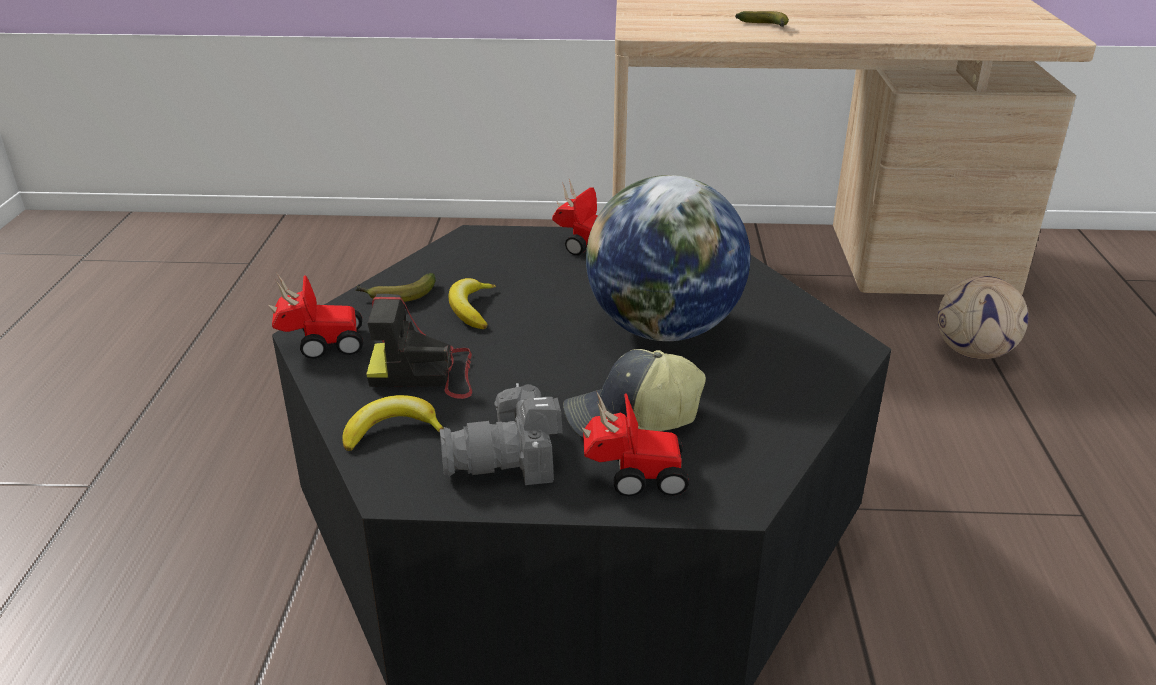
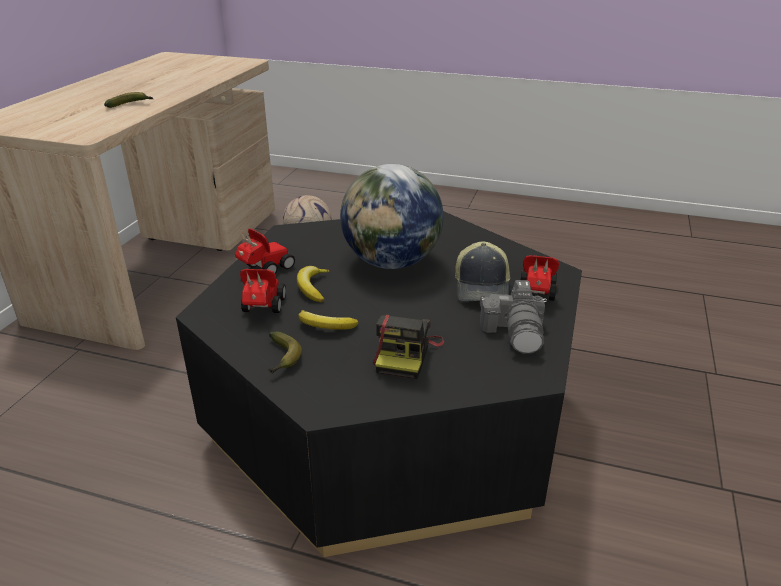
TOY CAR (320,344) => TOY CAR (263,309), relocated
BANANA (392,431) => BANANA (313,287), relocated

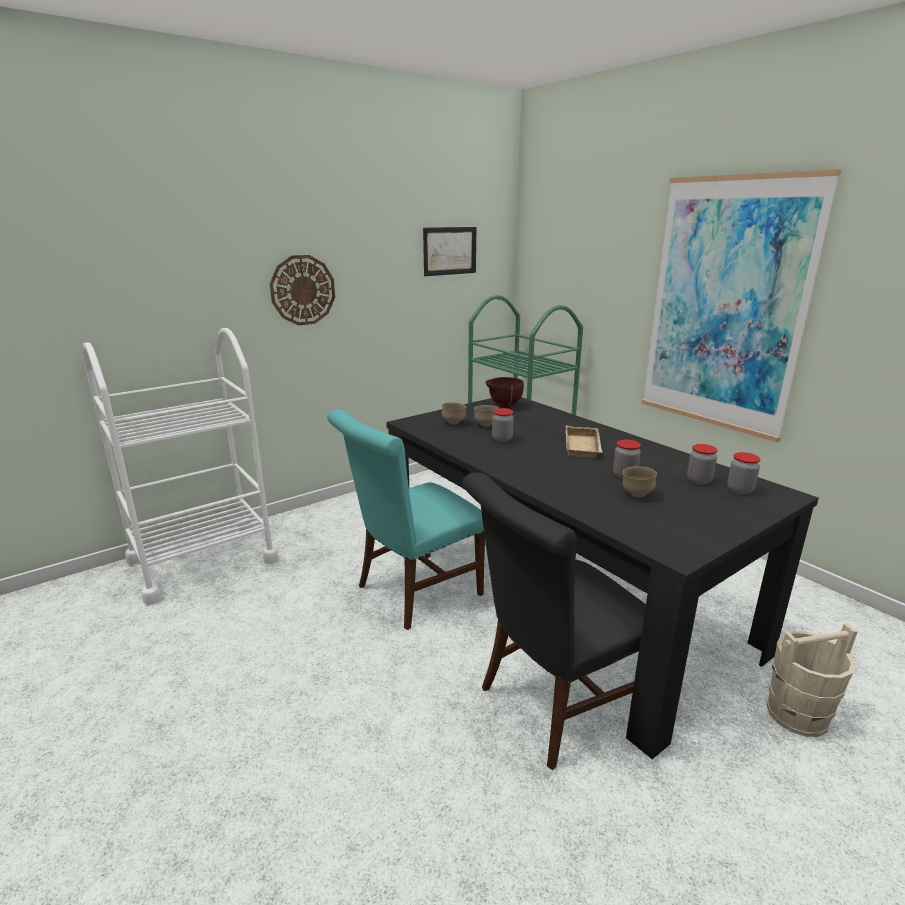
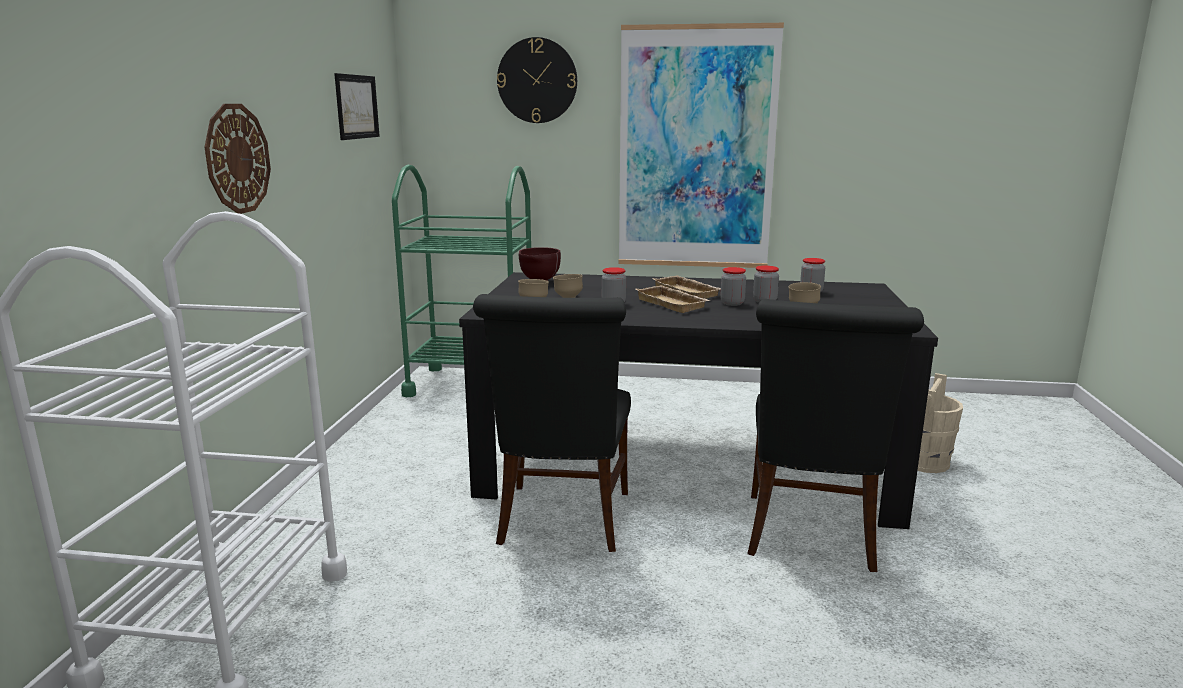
TURQUOISE CHAIR (413,592) => BLACK CHAIR (563,522)
JAR (740,490) => JAR (732,303), relocated
nothing => WALL CLOCK (537,80)
nothing => BEIGE TRAY (673,304)

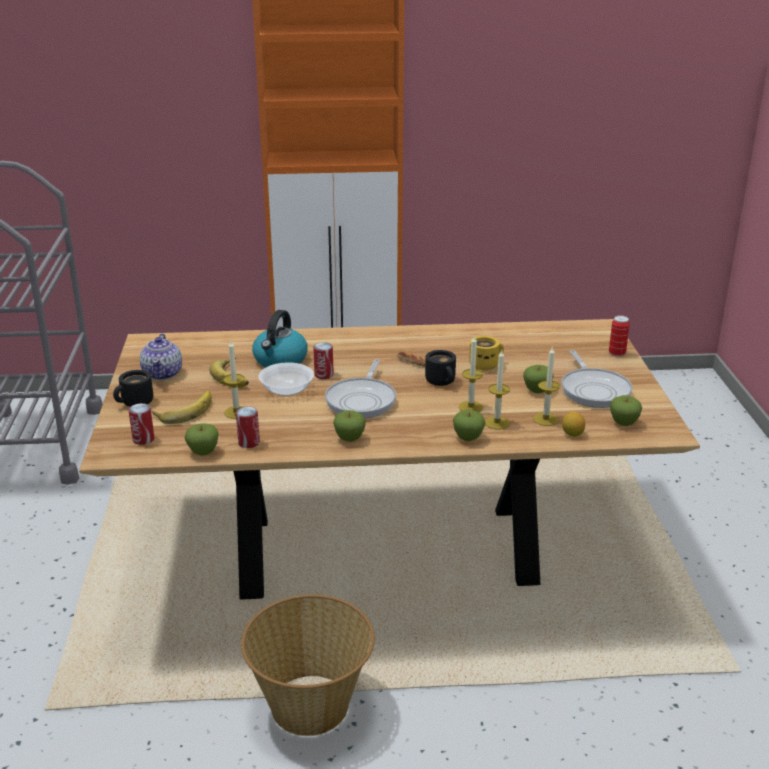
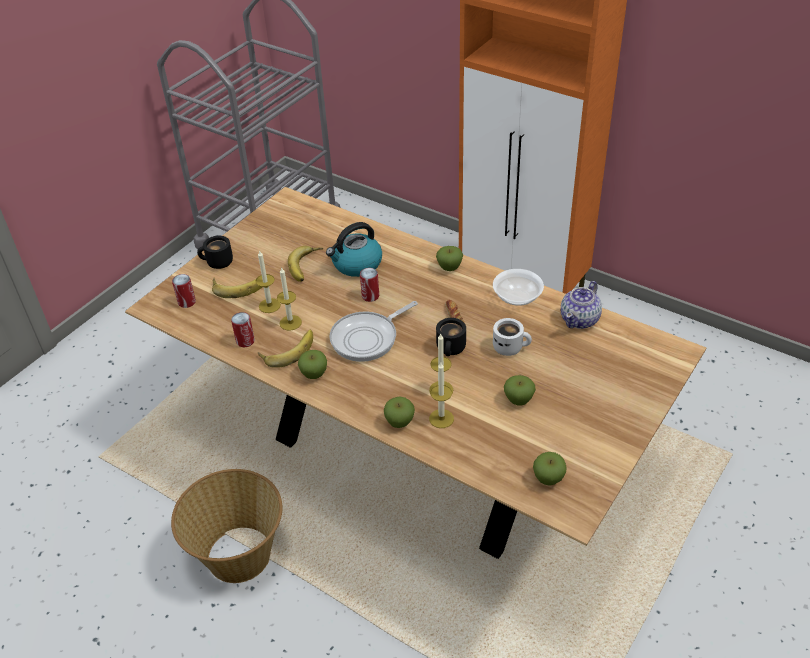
TEAPOT (163,373) => TEAPOT (580,319), relocated
APPLE (203,452) => APPLE (449,268), relocated
BOWL (287,390) => BOWL (517,296), relocated
YELLOW MUG (485,364) => WHITE MUG (510,347)
CANDLE (545,419) => CANDLE (290,322), relocated
FRYING PAN (594,390) => nothing
LEMON (572,434) => nothing
CAN (617,353) => nothing
nothing => BANANA (287,350)

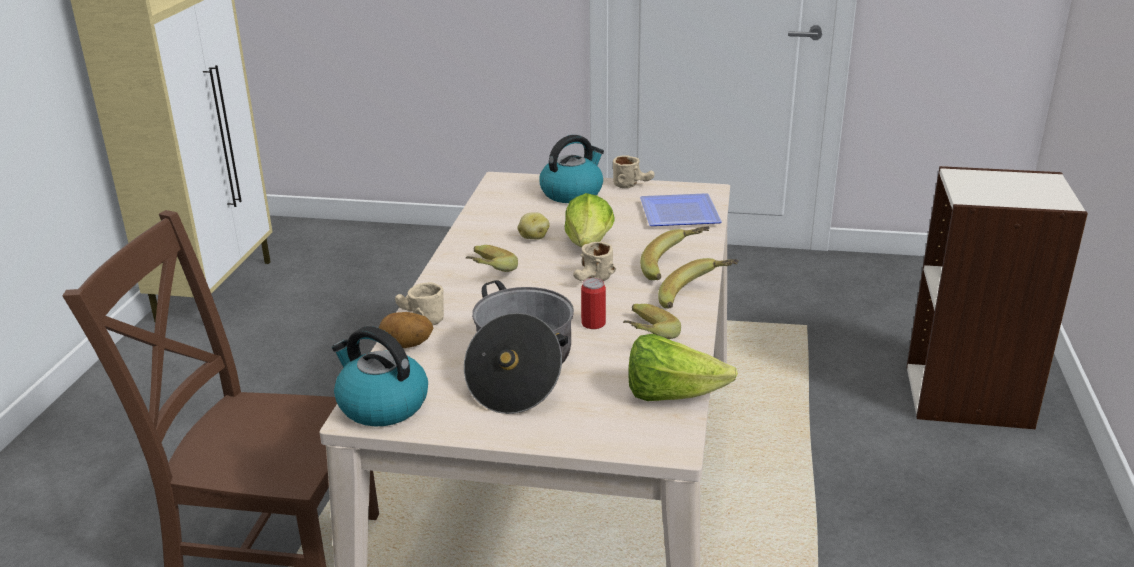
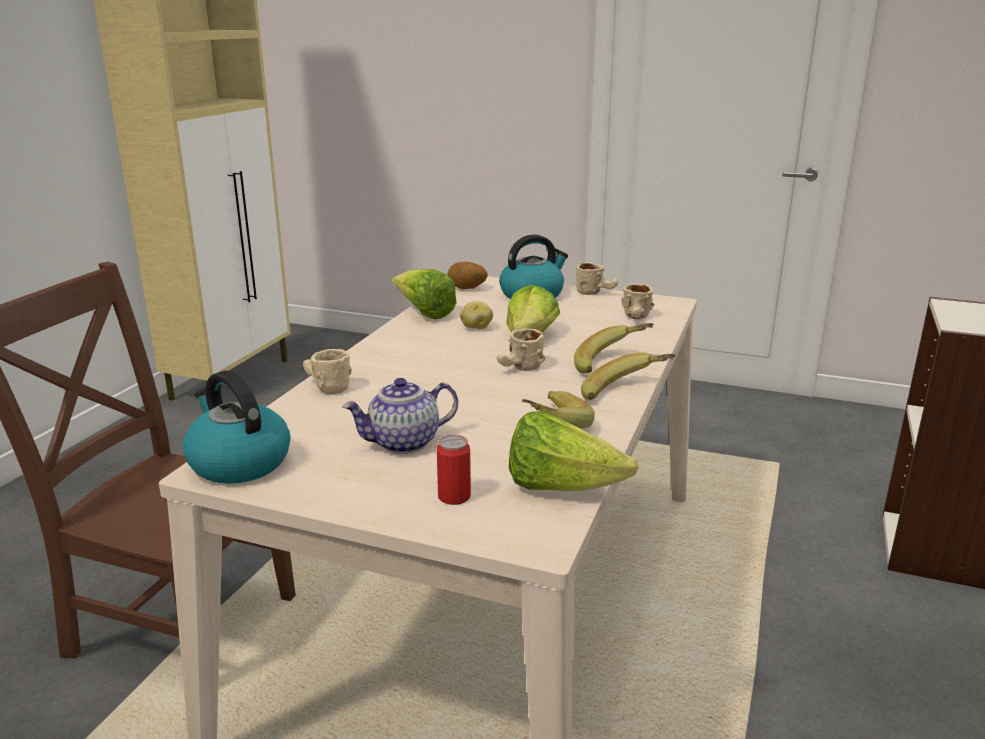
POTATO (407,346) => POTATO (467,288), relocated
COOKING POT (520,369) => TEAPOT (403,443)
BANANA (484,274) => nothing
CAN (593,323) => CAN (454,497), relocated
PLATE (681,213) => BEIGE MUG (637,318)
nothing => LETTUCE (424,313)

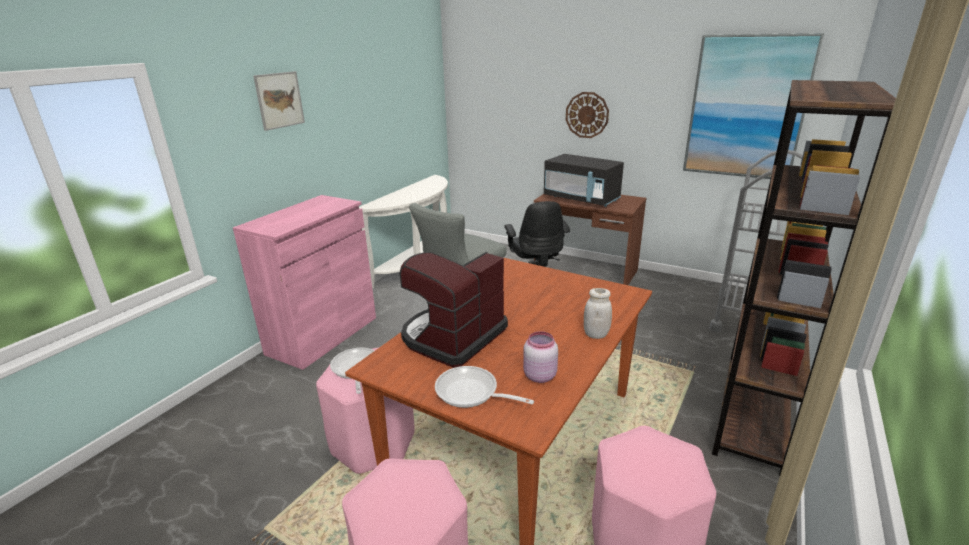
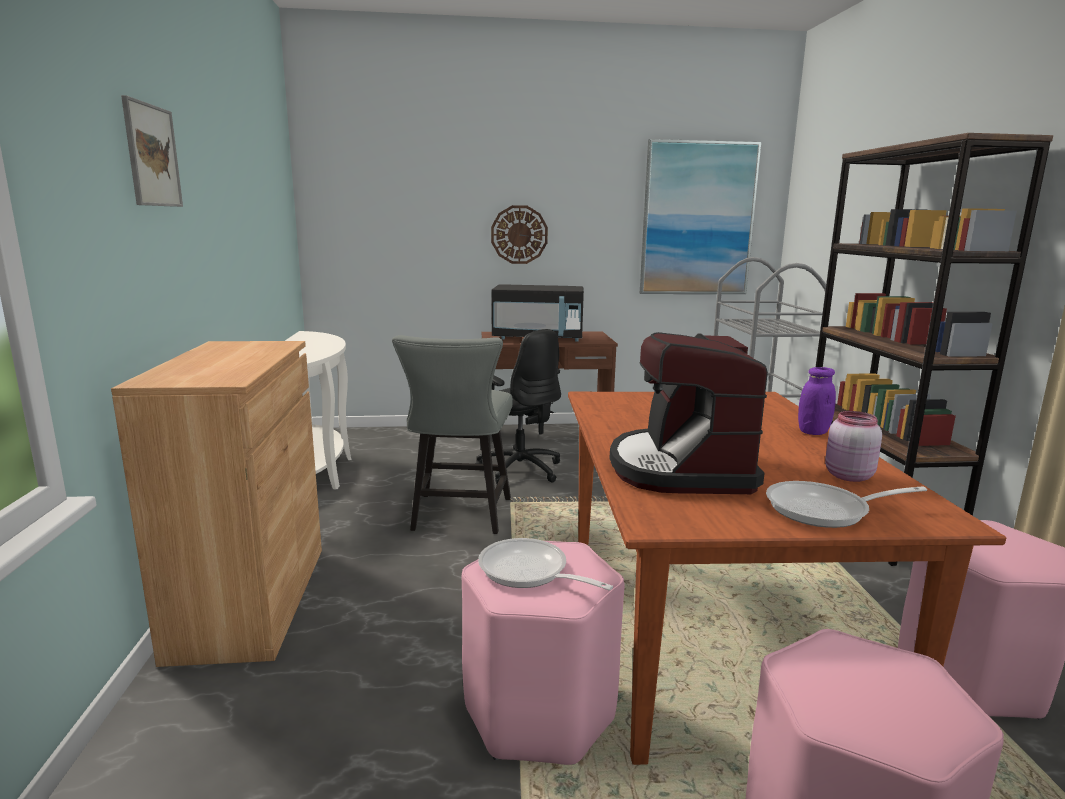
PINK CABINET (323,335) => BROWN CABINET (251,600)
WHITE JAR (596,334) => PURPLE JAR (813,432)

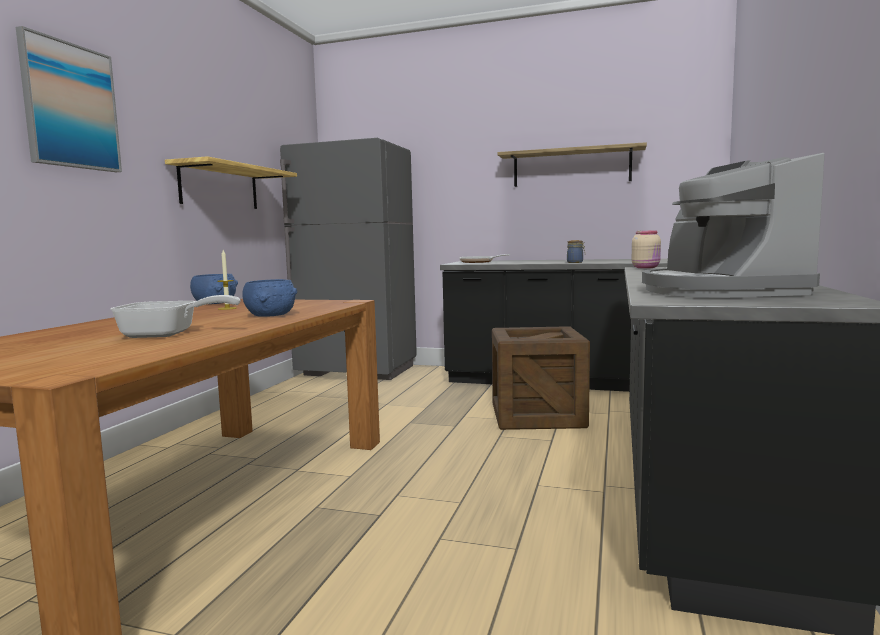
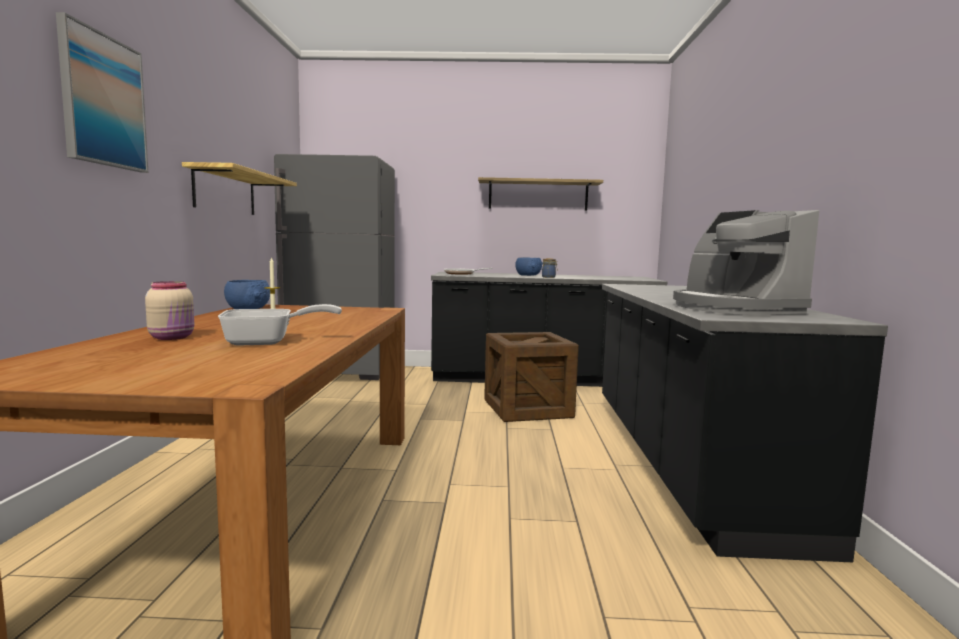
BLUE BOWL (271,315) => BLUE BOWL (528,275), relocated
BEIGE JAR (646,267) => BEIGE JAR (173,337), relocated

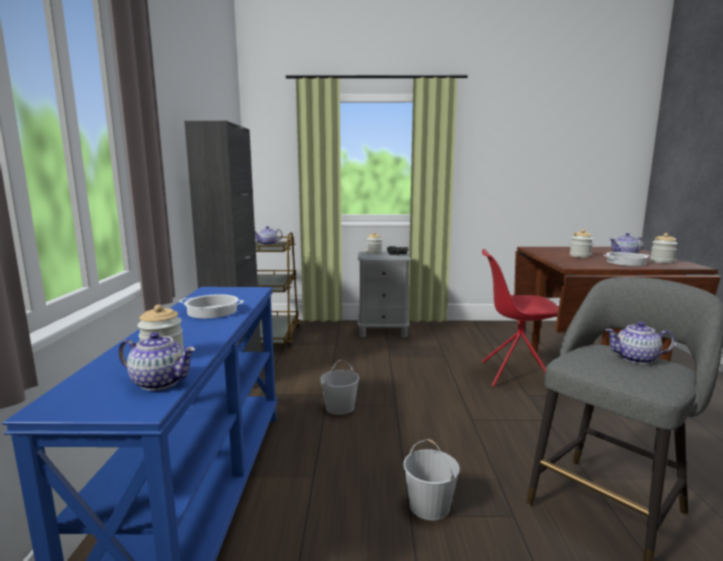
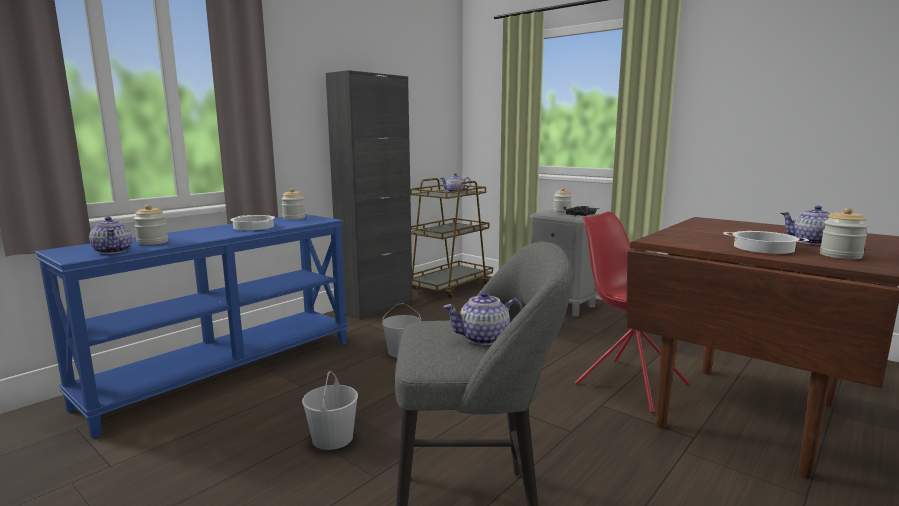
JAR (580,256) => JAR (294,218), relocated
TEAPOT (637,359) => TEAPOT (484,338), 60 degrees counterclockwise

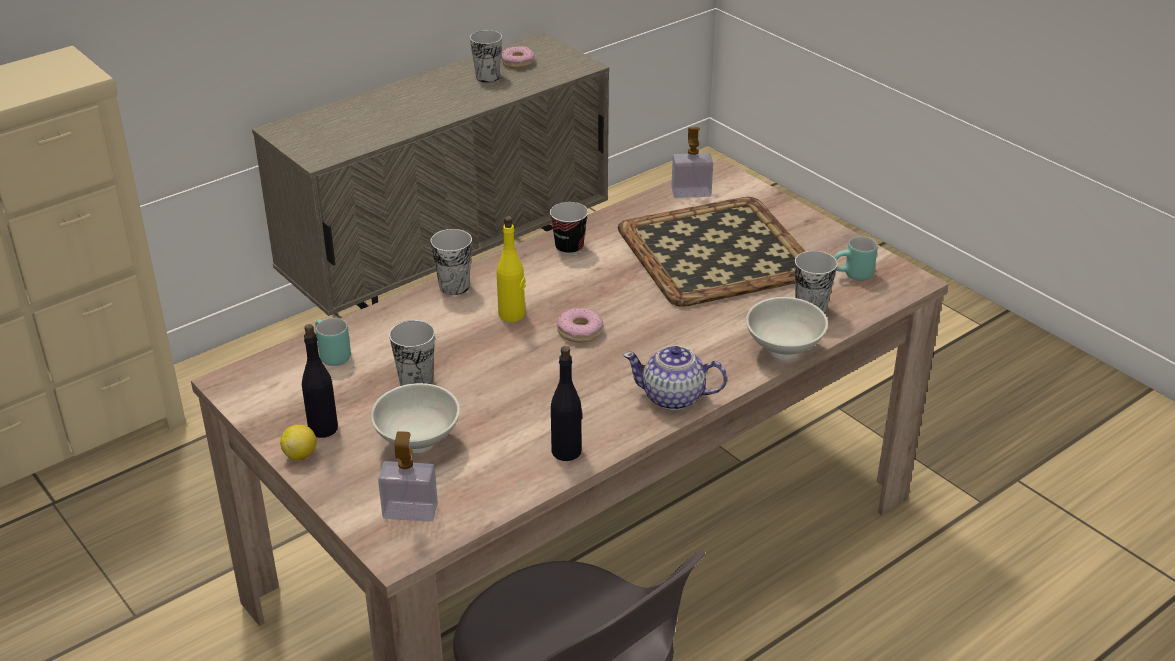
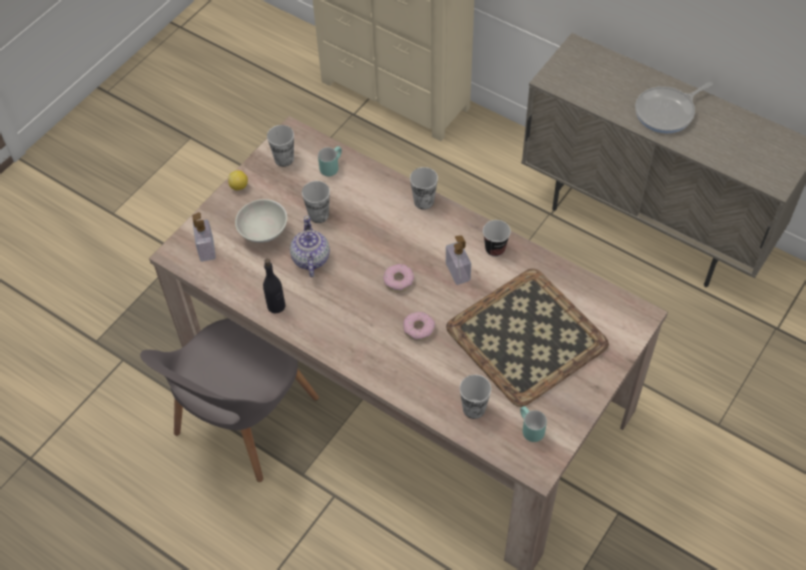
BLACK BOTTLE (323,428) => nothing
CUP (487,77) => CUP (284,159), relocated
YELLOW BOTTLE (512,315) => nothing
DONUT (517,62) => DONUT (419,329), relocated
TEAPOT (674,397) => TEAPOT (310,259), relocated
SOAP DISPENSER (691,192) => SOAP DISPENSER (457,272), relocated
WHITE BOWL (786,352) => nothing
nothing => FRYING PAN (667,112)

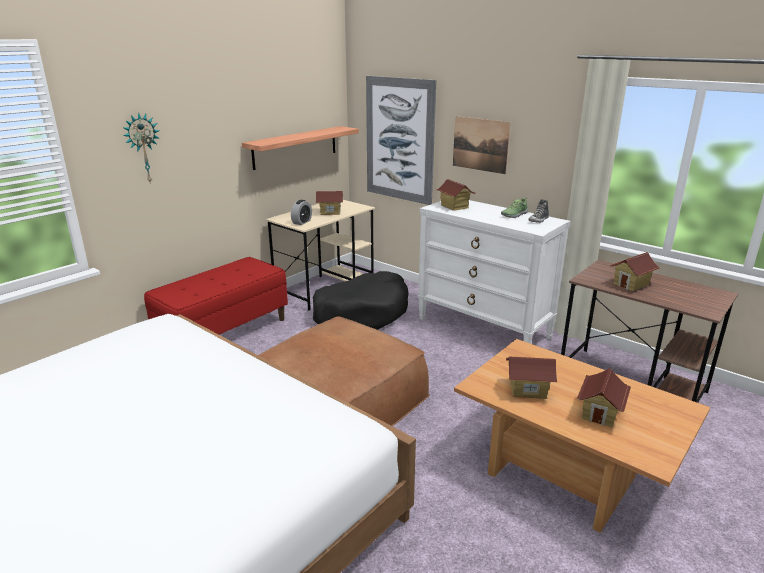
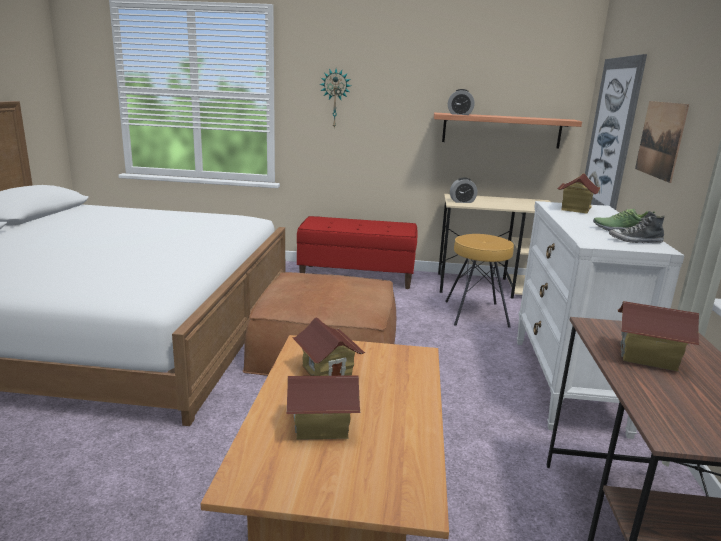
BLACK DOG BED (362,313) => BROWN STOOL (475,314)
TOY HOUSE (330,212) => nothing
nothing => ALARM CLOCK (459,114)

